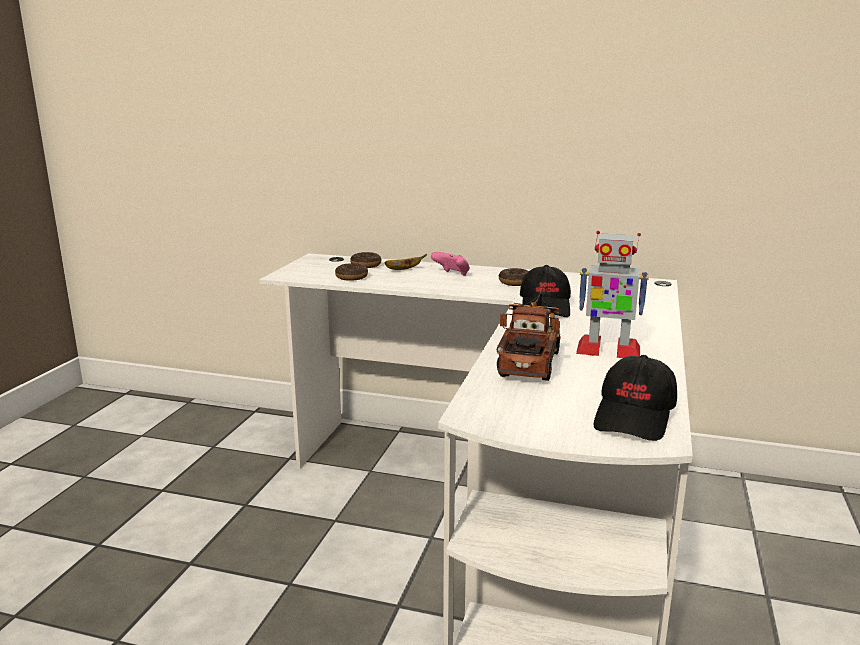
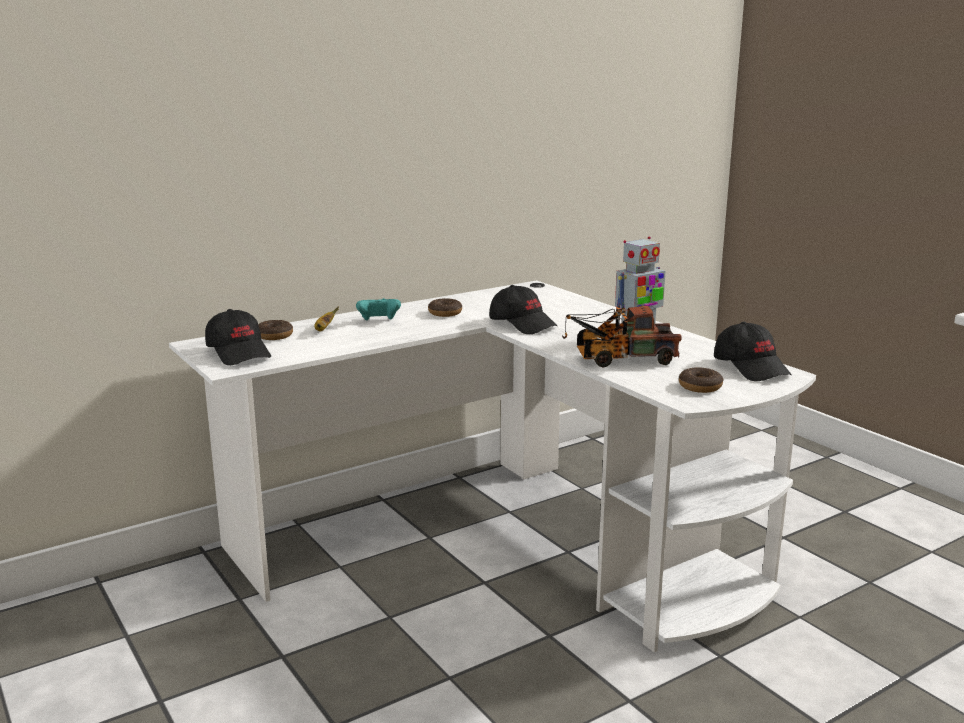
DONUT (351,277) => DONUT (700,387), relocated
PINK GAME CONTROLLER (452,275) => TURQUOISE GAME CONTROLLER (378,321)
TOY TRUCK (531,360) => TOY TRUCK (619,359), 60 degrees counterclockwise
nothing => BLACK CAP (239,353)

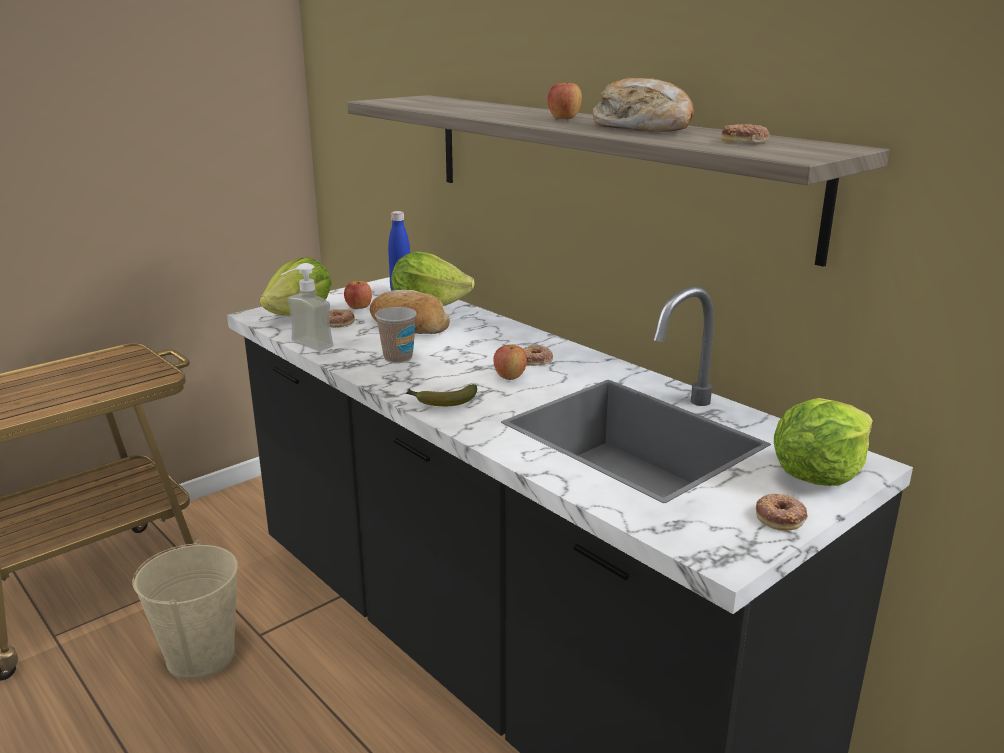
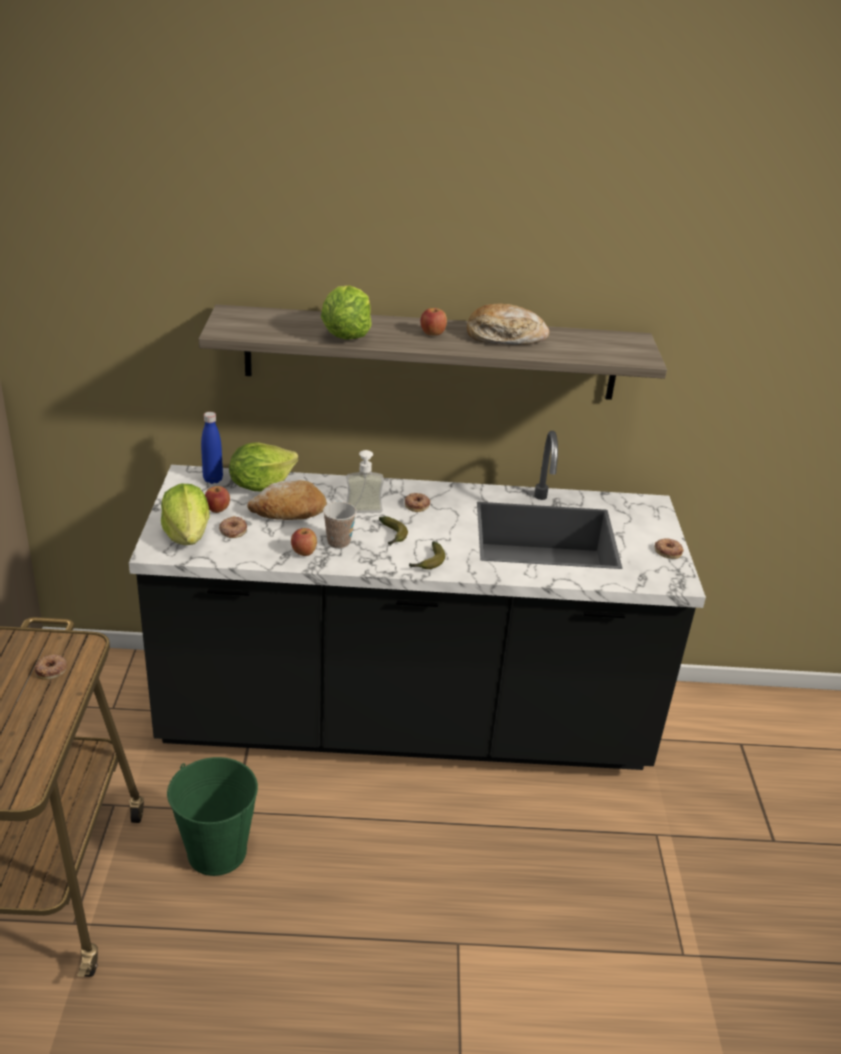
BEIGE BUCKET (201,656) => GREEN BUCKET (217,851)
SOAP DISPENSER (304,347) => SOAP DISPENSER (364,513), relocated
APPLE (509,377) => APPLE (303,552), relocated
DONUT (745,141) => DONUT (51,669), relocated
LETTUCE (818,475) => LETTUCE (346,335), relocated
nothing => BANANA (392,536)

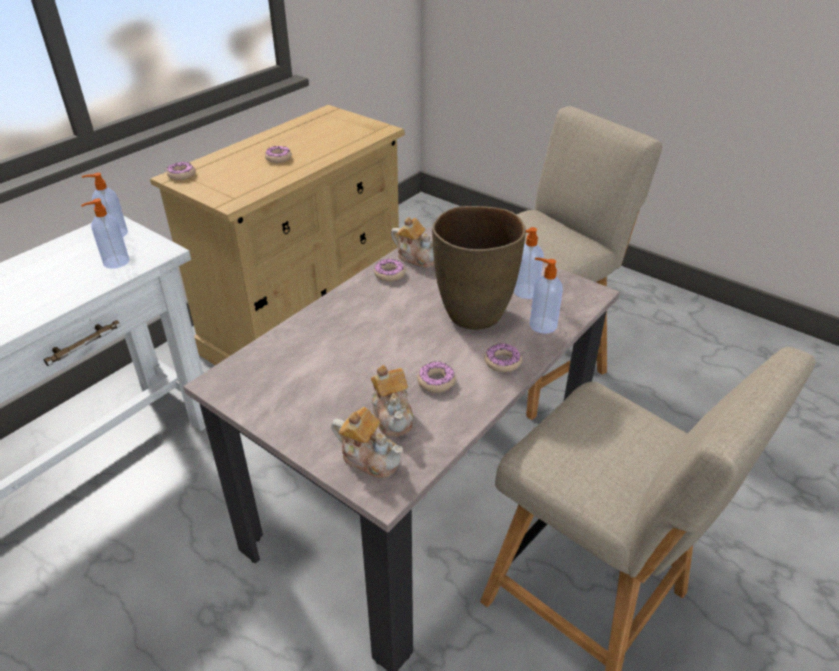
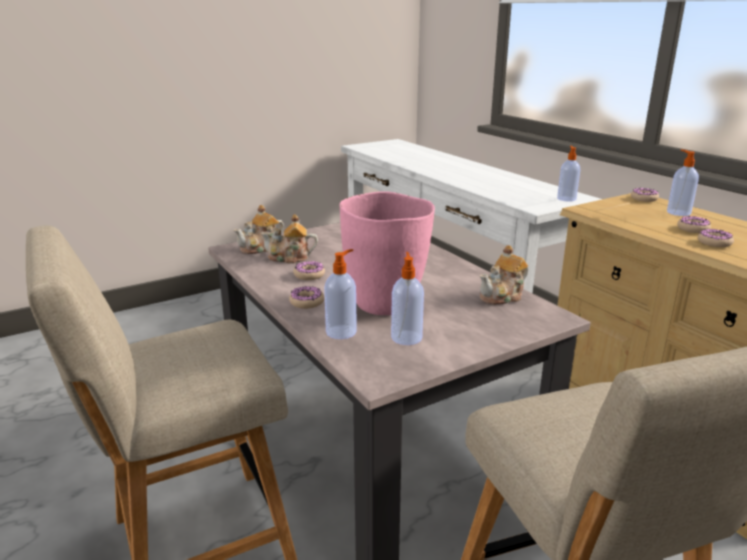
SOAP DISPENSER (115,262) => SOAP DISPENSER (678,212), relocated
DONUT (389,274) => DONUT (714,243), relocated
BROWN VASE (473,314) => PINK VASE (385,304)

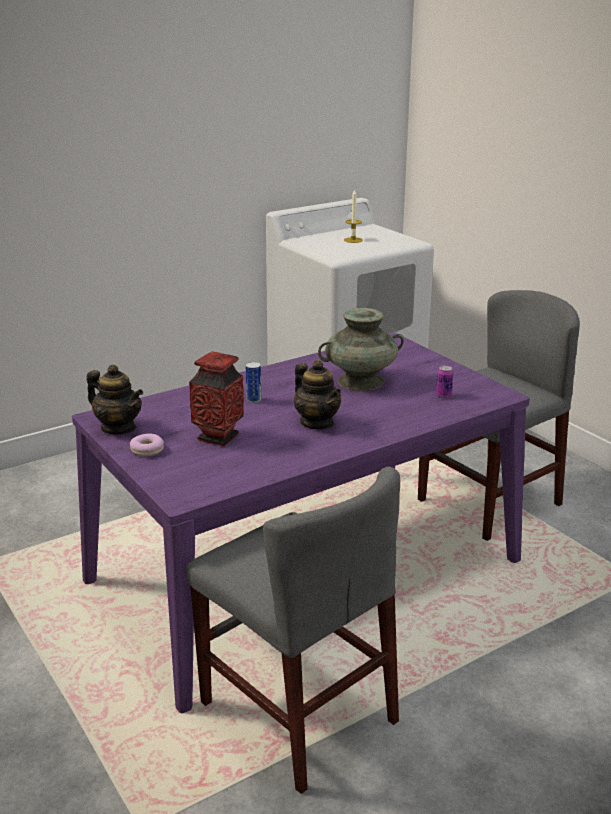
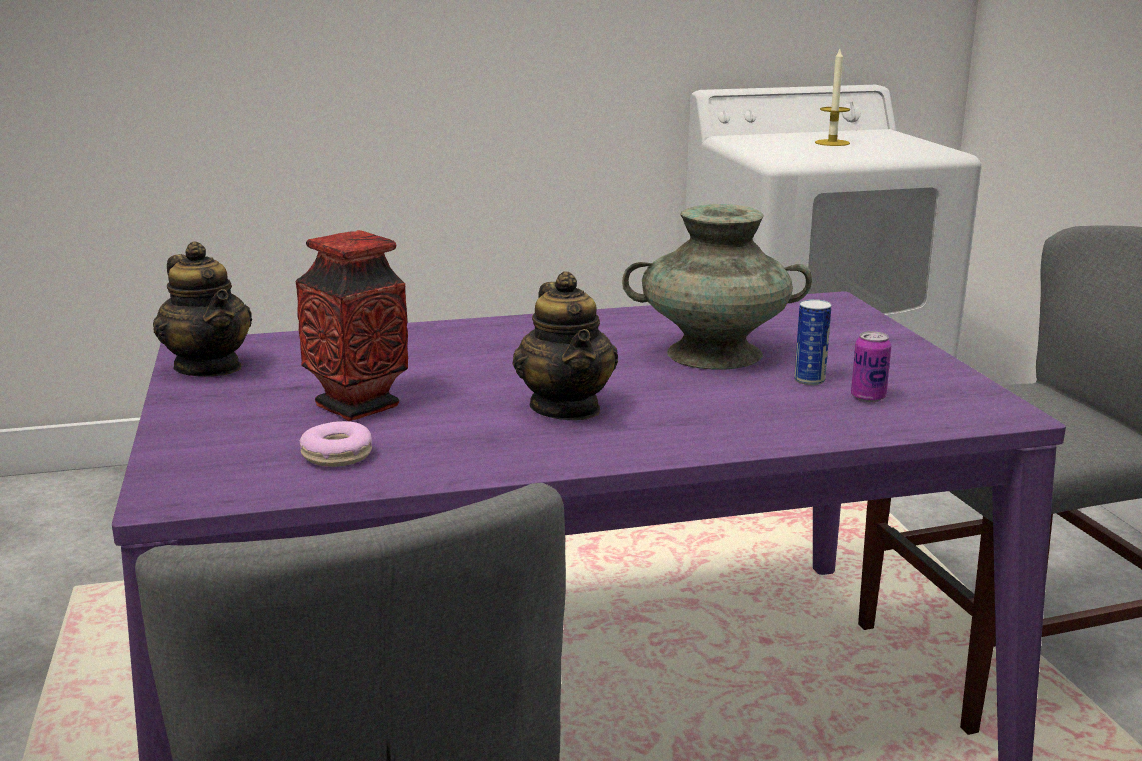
DONUT (147,450) => DONUT (337,455), relocated
CAN (254,400) => CAN (809,380), relocated

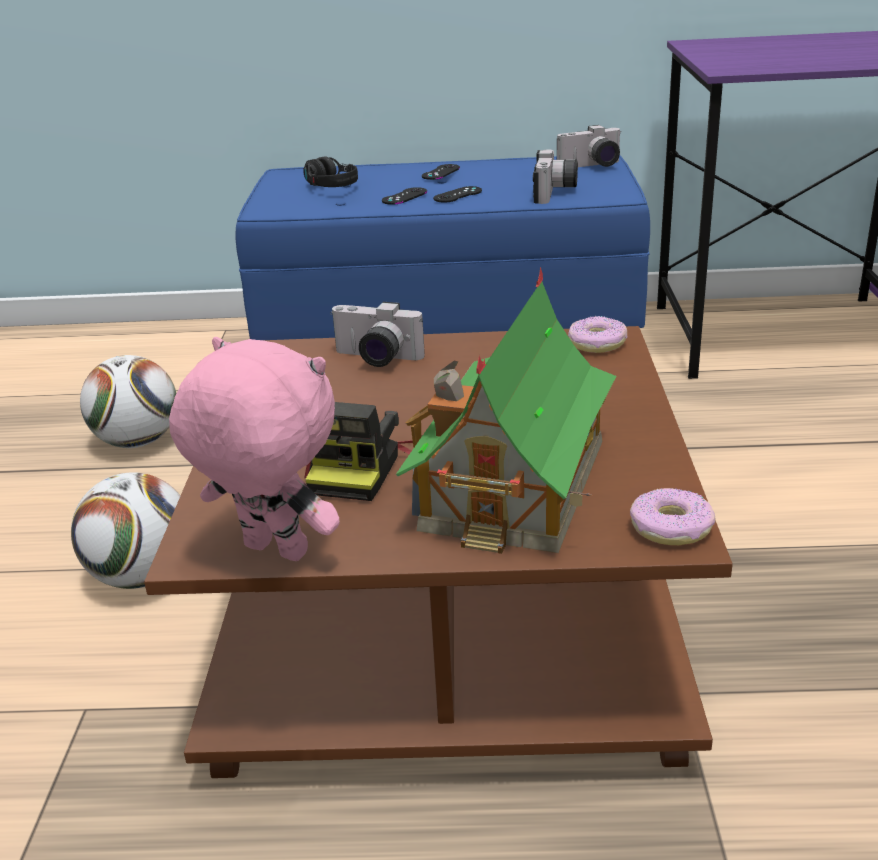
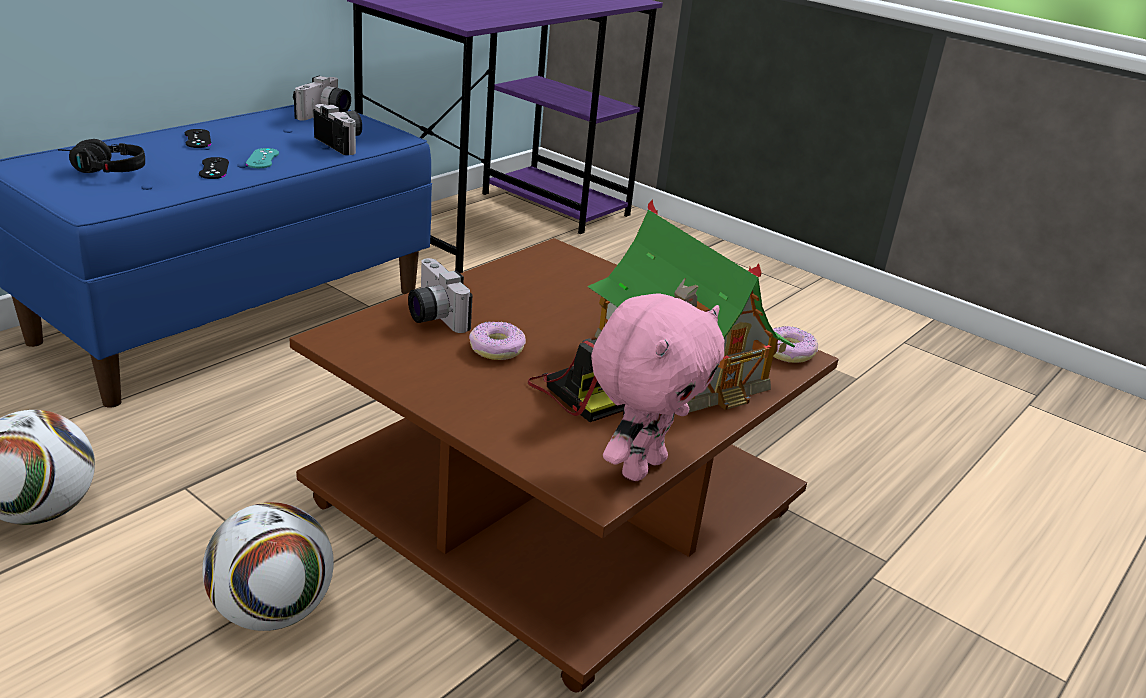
PINK PLUSH TOY (272,552) => PINK PLUSH TOY (640,466), 150 degrees clockwise
PHOTO CAMERA (375,359) => PHOTO CAMERA (432,316), 90 degrees clockwise
BLACK GAME CONTROLLER (457,195) => TURQUOISE GAME CONTROLLER (262,159)
DONUT (596,343) => DONUT (496,349), relocated

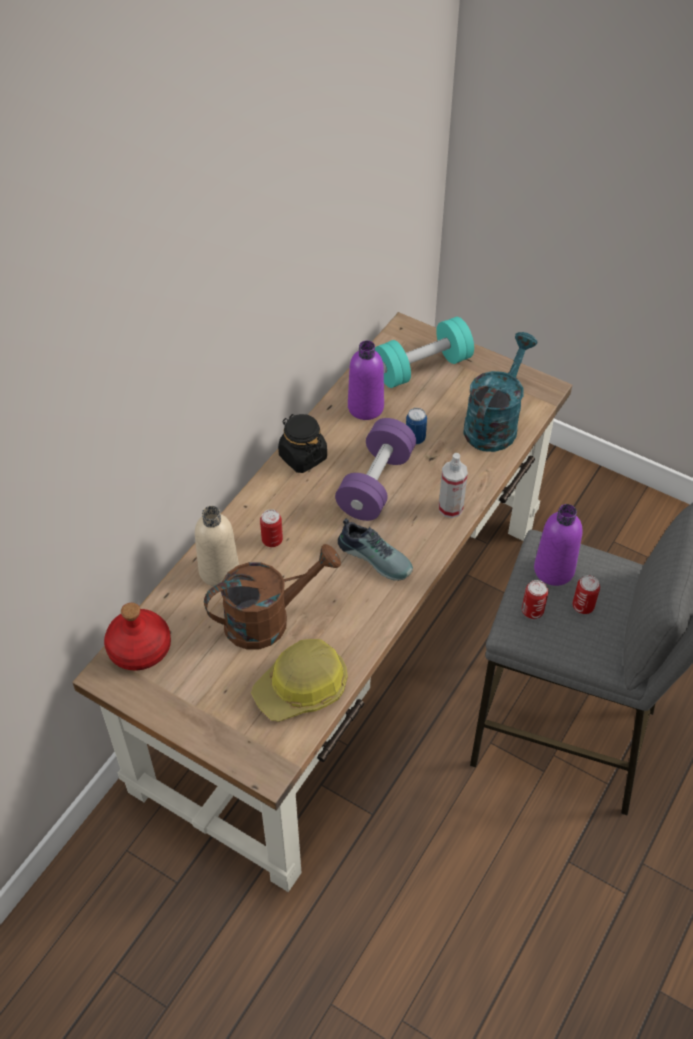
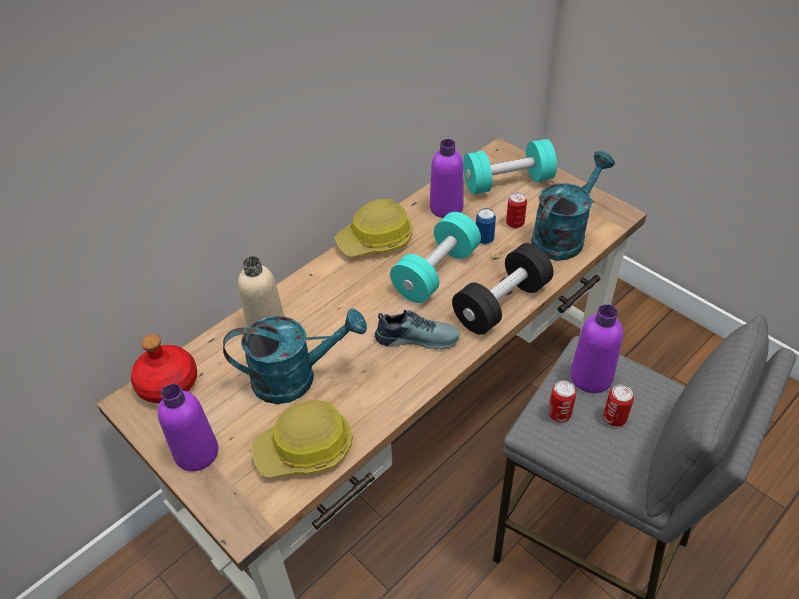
BROWN WATERING CAN (268,619) => TURQUOISE WATERING CAN (296,377)
CAN (272,540) => CAN (515,223), relocated
BLACK JAR (302,457) => HARD HAT (376,240)
PURPLE DUMBBELL (376,484) => TURQUOISE DUMBBELL (436,272)
SHOE (376,556) => SHOE (417,336), 45 degrees counterclockwise
SPRAY BOTTLE (450,508) => BLACK DUMBBELL (501,304)
nothing => PURPLE BOTTLE (196,453)

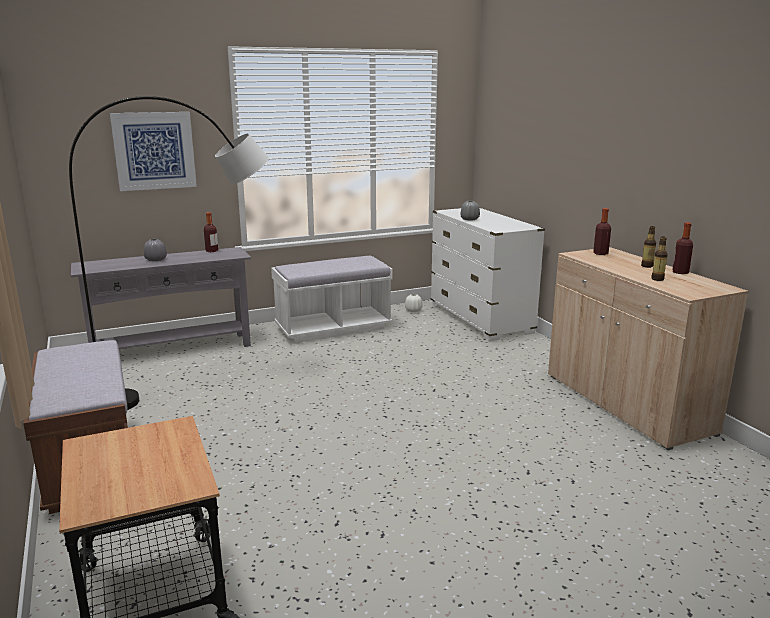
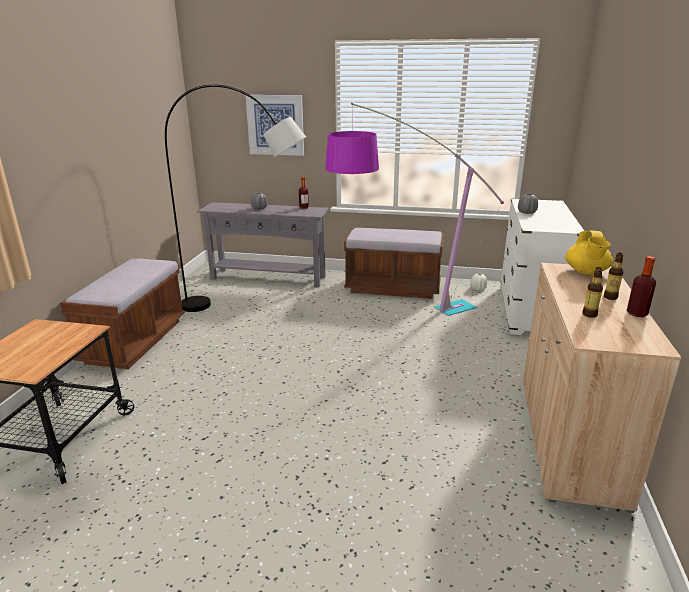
WHITE BENCH (333,328) => BROWN BENCH (393,288)
BOTTLE (600,253) => YELLOW TEAPOT (586,272)
nothing => FLOOR LAMP (400,322)

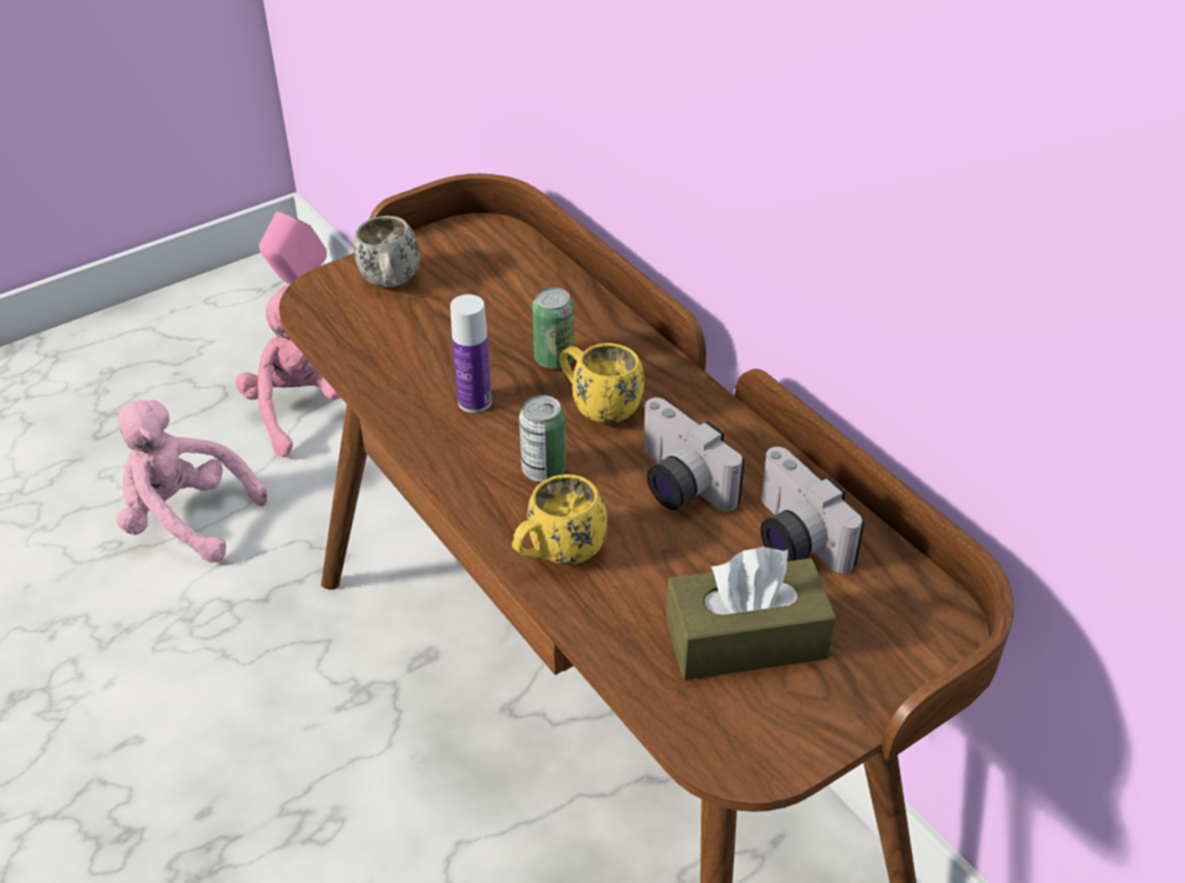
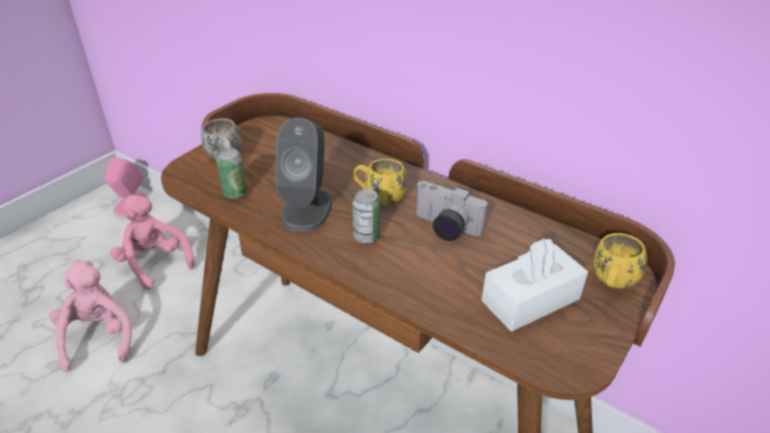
PINK PLUSH TOY (186,519) => PINK PLUSH TOY (99,338), 75 degrees clockwise
BOTTLE (474,401) => GREY SPEAKER (307,209)
YELLOW MUG (558,555) => YELLOW MUG (611,284), relocated
CAN (554,359) => CAN (235,193), relocated
BROWN TISSUE BOX (746,639) => WHITE TISSUE BOX (530,300)
PHOTO CAMERA (791,539) => nothing

